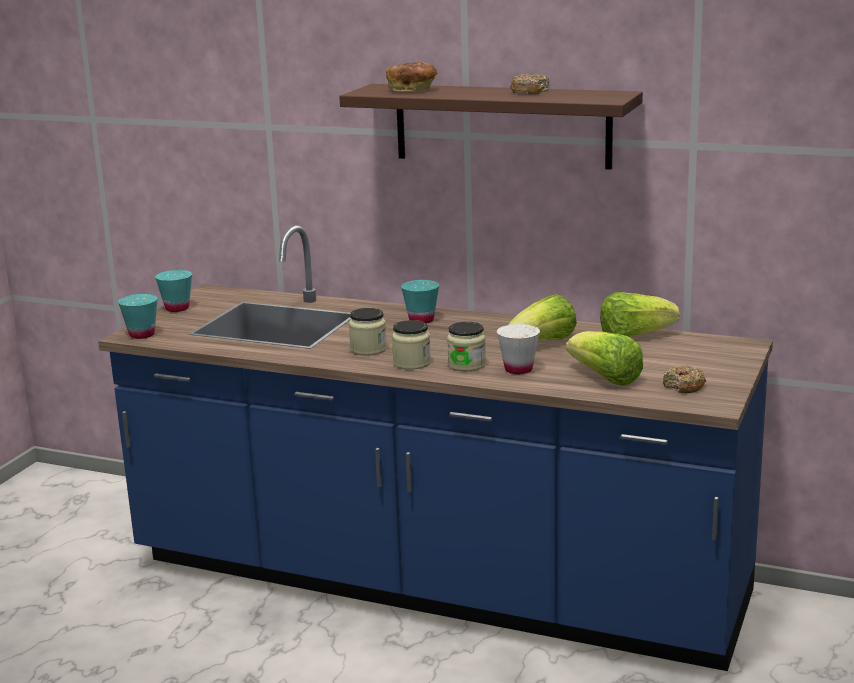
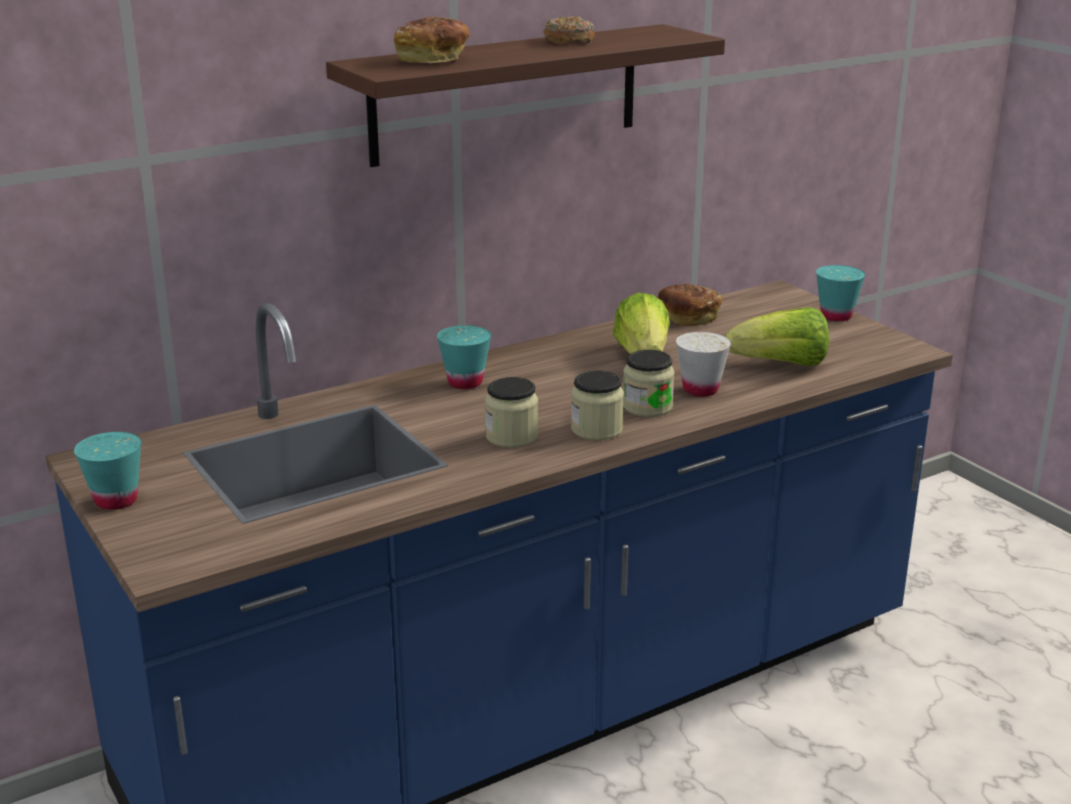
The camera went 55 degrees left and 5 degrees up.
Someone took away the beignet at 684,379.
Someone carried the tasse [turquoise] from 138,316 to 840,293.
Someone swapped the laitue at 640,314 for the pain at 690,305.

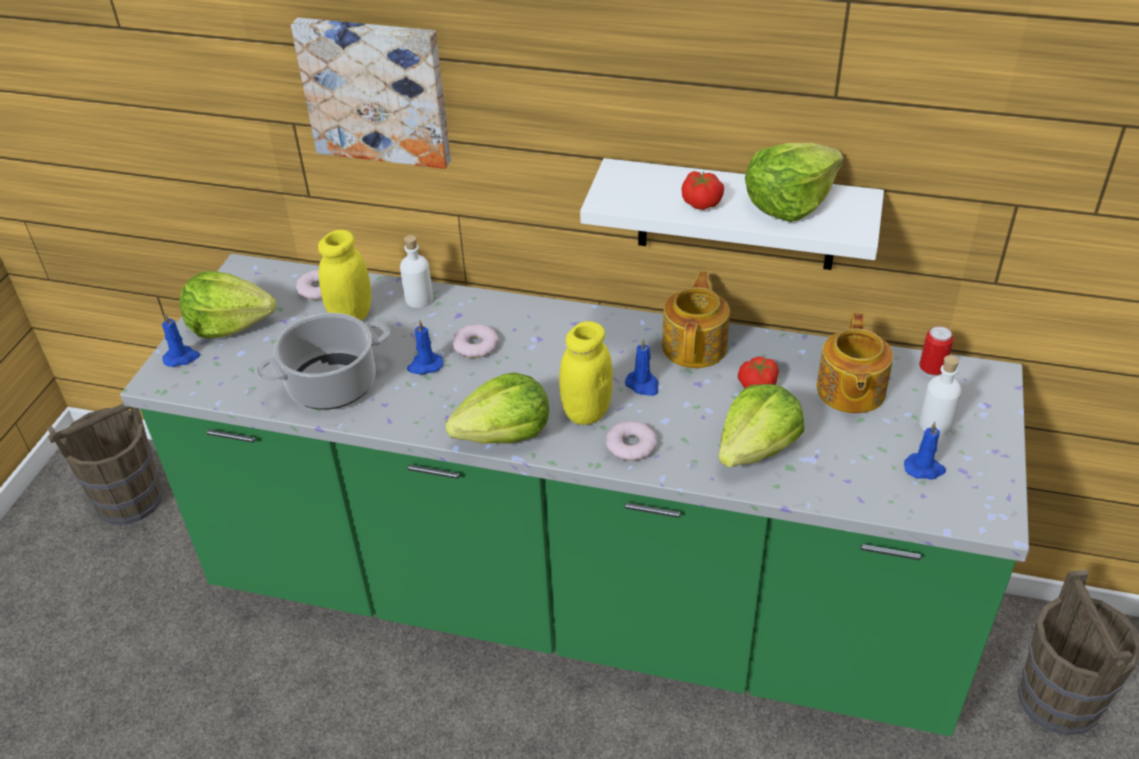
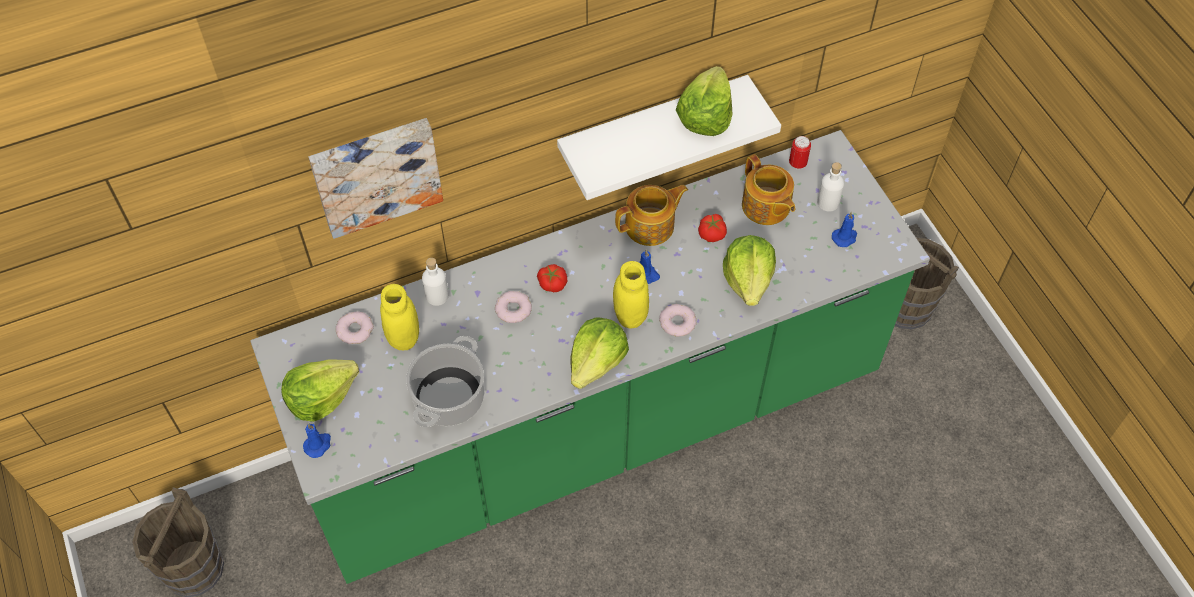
The camera went 40 degrees left and 15 degrees up.
Someone took away the bougie [bleu] at 425,346.
Someone carried the tomate from 703,190 to 552,278.
Someone rotated the théière at 696,319 by 90 degrees clockwise.

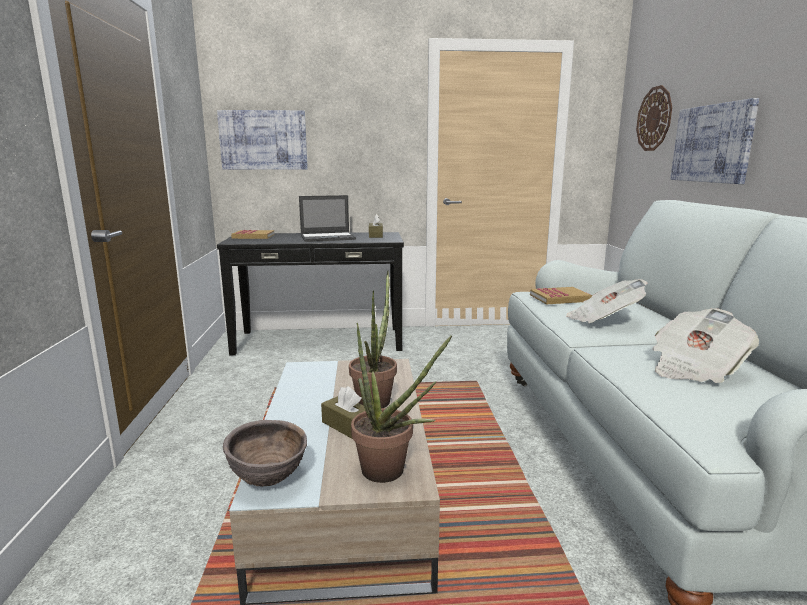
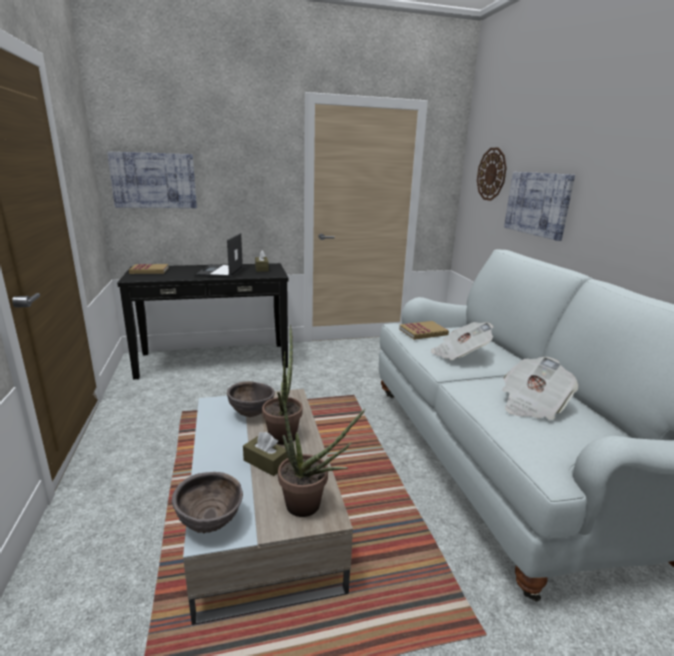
The camera went 10 degrees left and 5 degrees up.
Someone put down the bol [marron] at 251,399.
Someone rotated the ordinateur portable at 327,218 by 120 degrees clockwise.

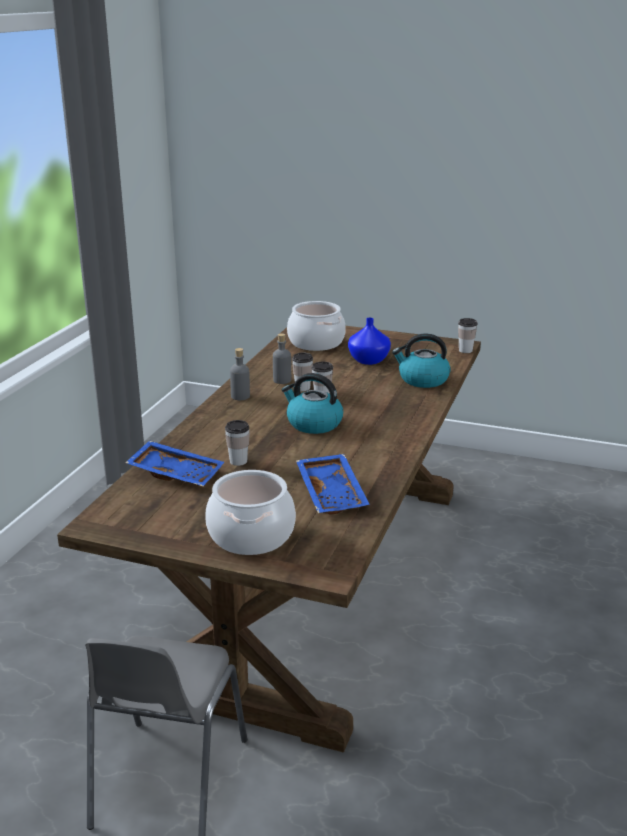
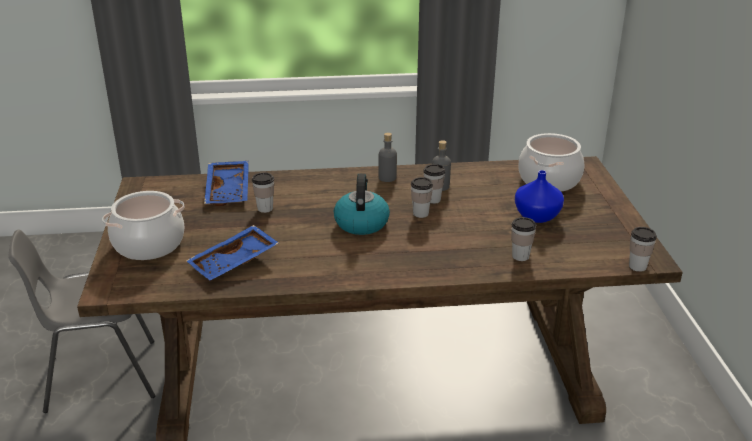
The camera went 65 degrees right and 5 degrees up.
Someone swapped the bouilloire at 421,360 for the tasse at 524,239.

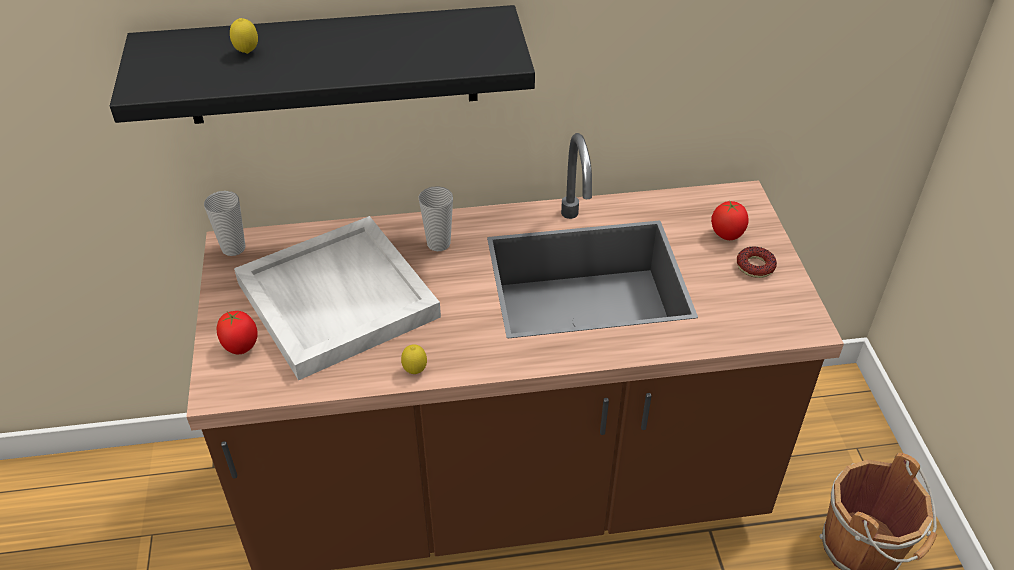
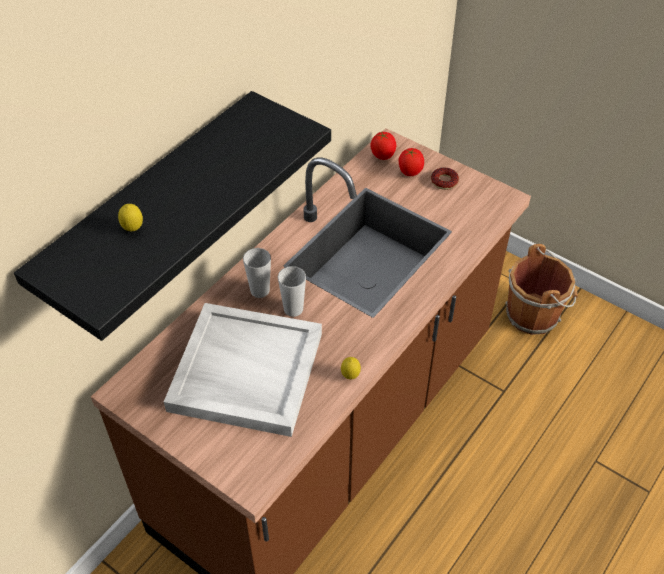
The camera went 45 degrees left and 5 degrees up.
Someone carried the tasse from 224,223 to 292,291.
Someone carried the tomate from 237,332 to 383,145.

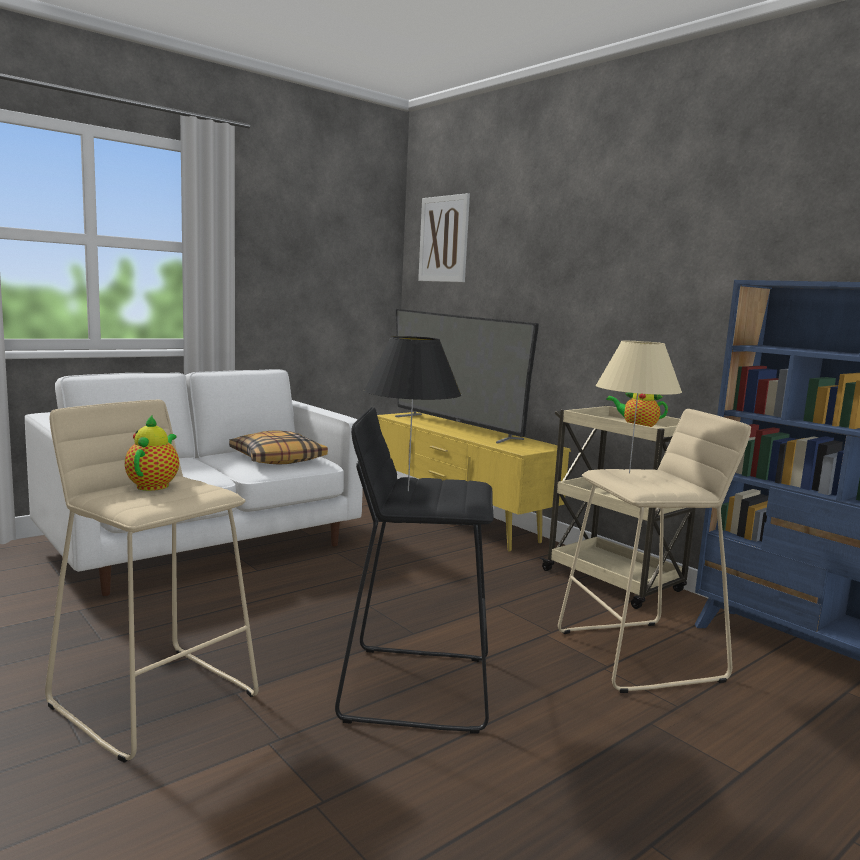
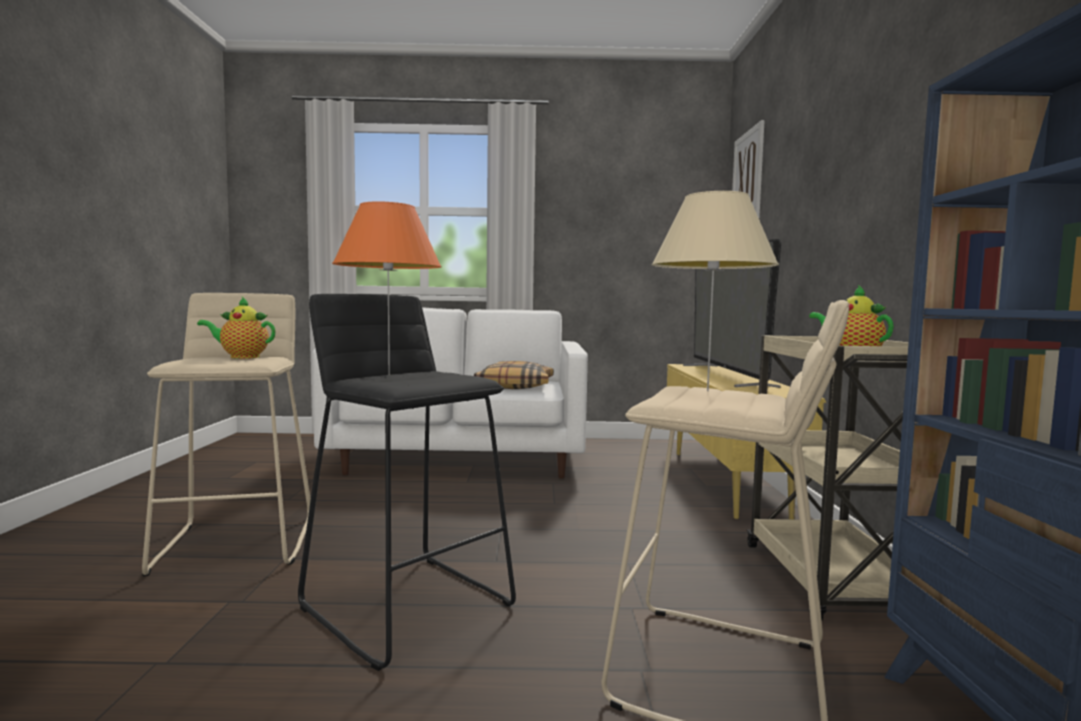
The camera went 40 degrees right and 5 degrees down.
Someone repainted the lampe de table [noir] at 412,413, which became the lampe de table [orange] at 387,288.
Someone rotated the théière at 152,453 by 135 degrees counterclockwise.

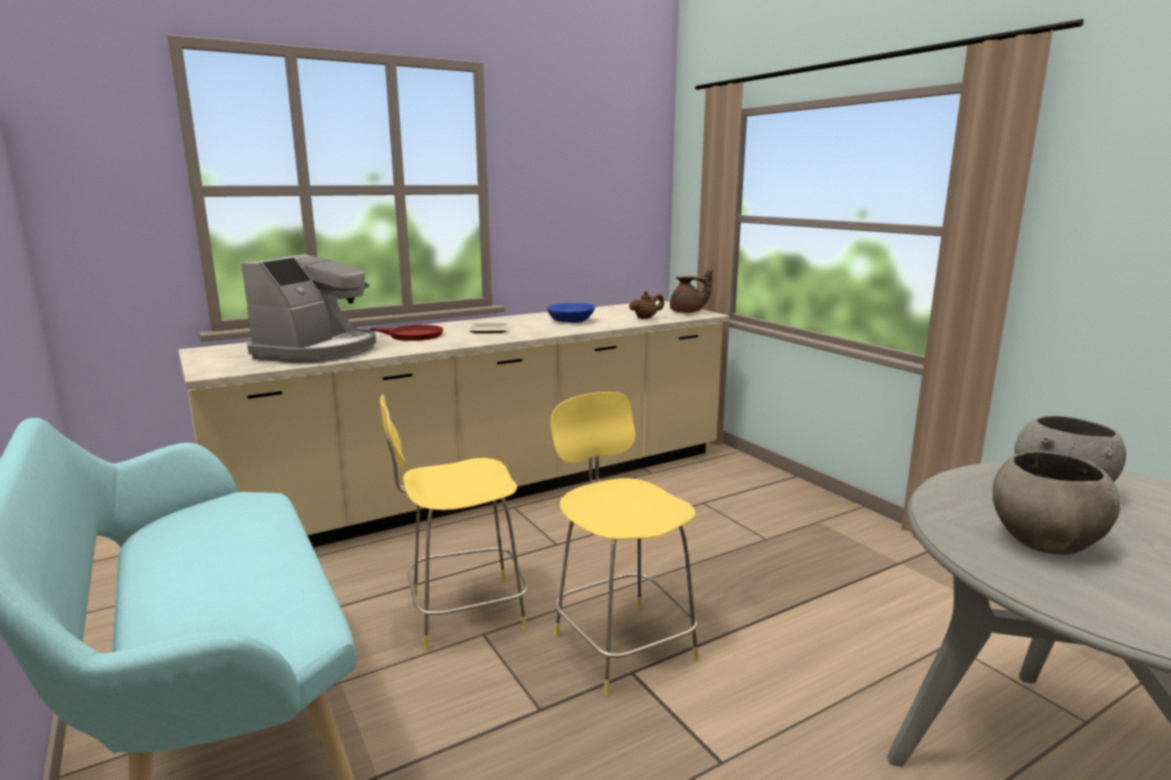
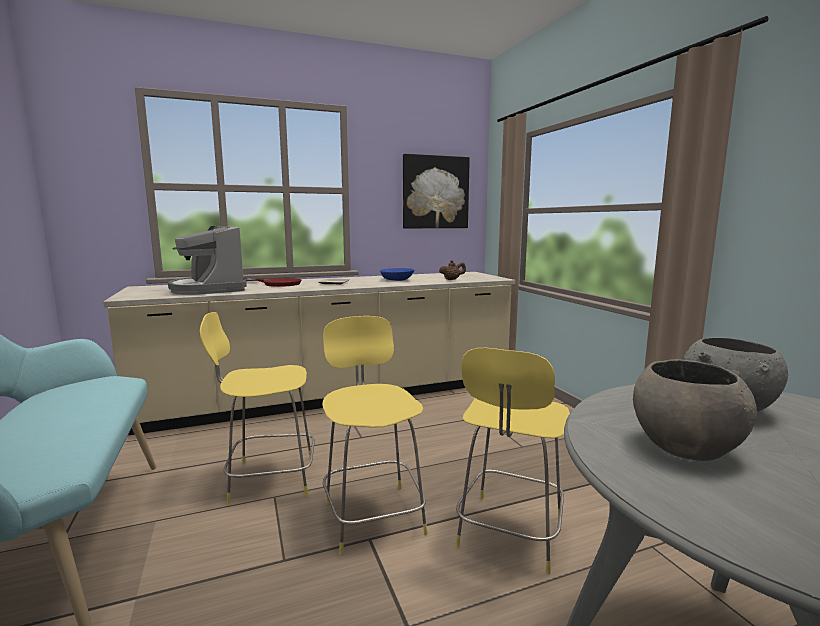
The camera went 10 degrees right and 5 degrees down.
Someone took away the théière [marron] at 691,291.
Someone put up the tableau at 436,191.
Someone put down the tabouret [jaune] at 513,461.
Someone rotated the machine à café at 308,308 by 120 degrees clockwise.

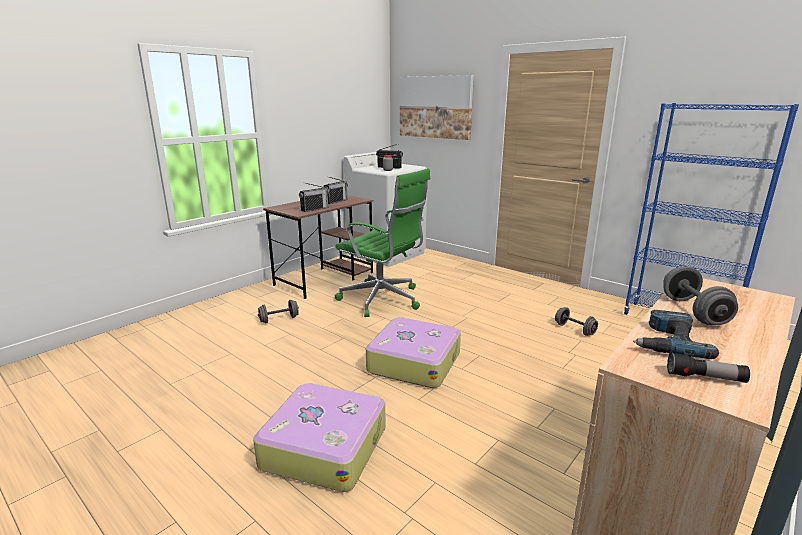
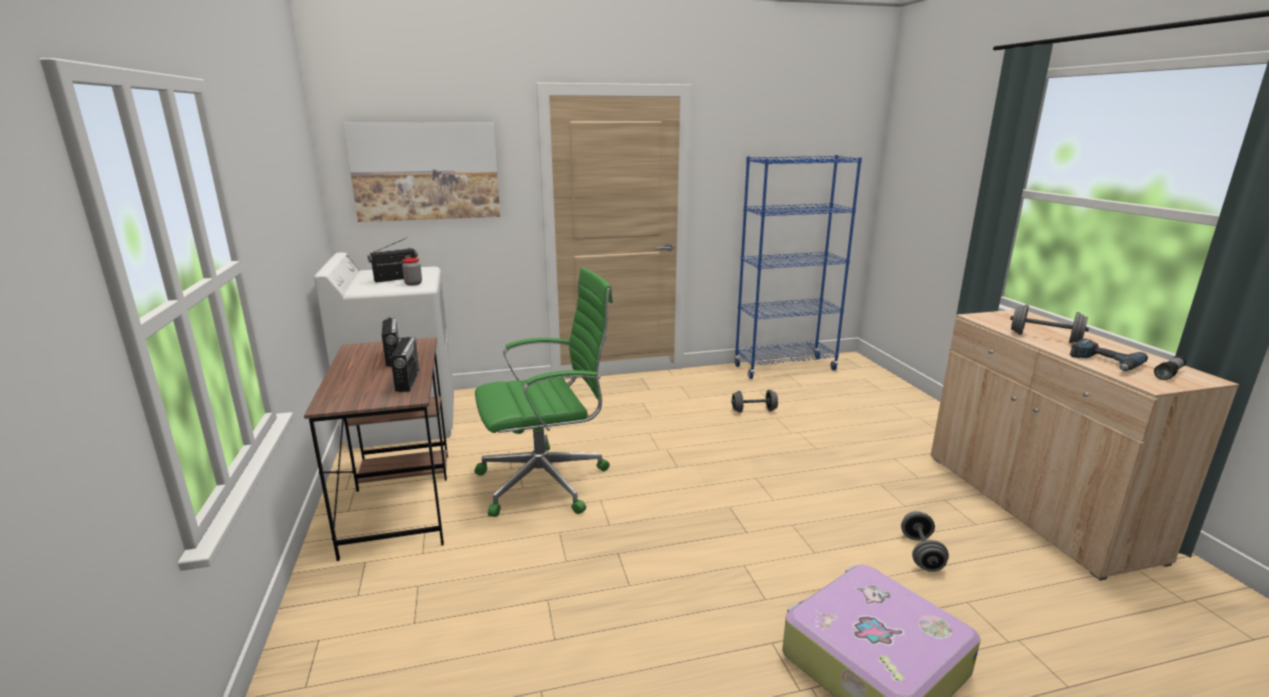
The camera went 55 degrees left and 0 degrees up.
Someone took away the valise at 413,352.
Someone carried the haltère [gris] from 278,311 to 925,541.

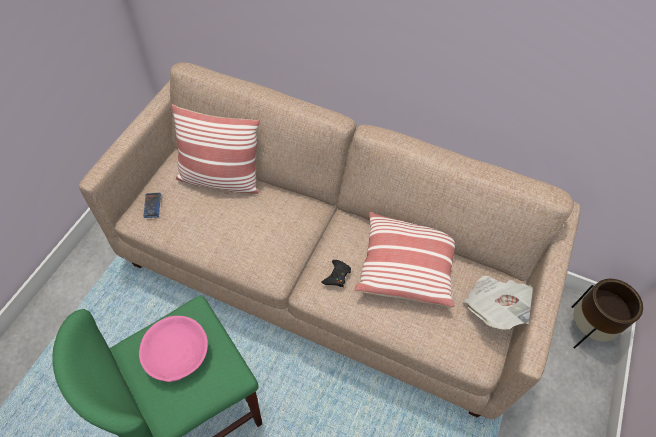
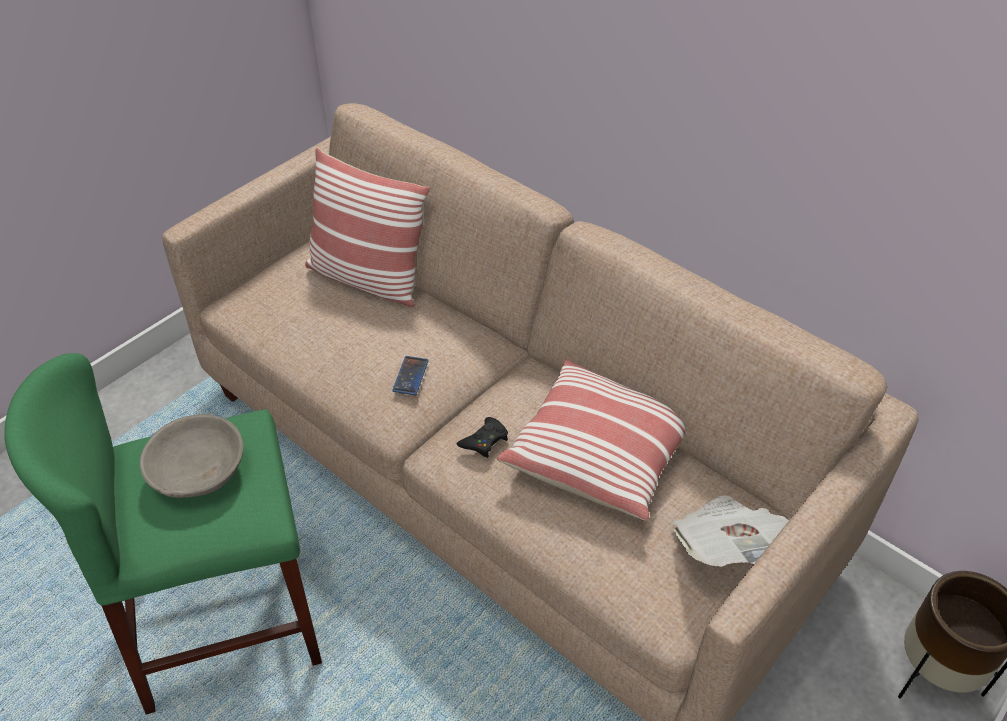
The camera went 20 degrees right and 10 degrees down.
Someone carried the téléphone from 152,205 to 410,375.
Someone repainted the bol [rose] at 173,349, which became the bol [gris] at 191,456.

